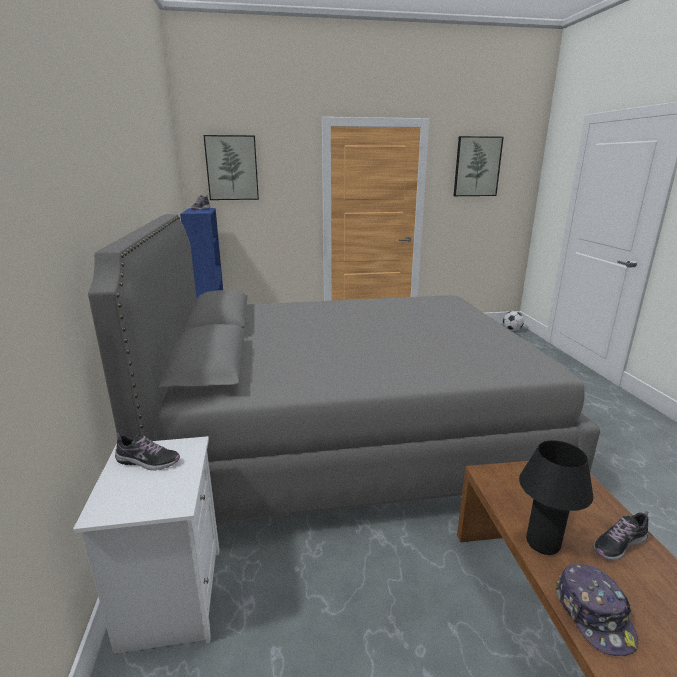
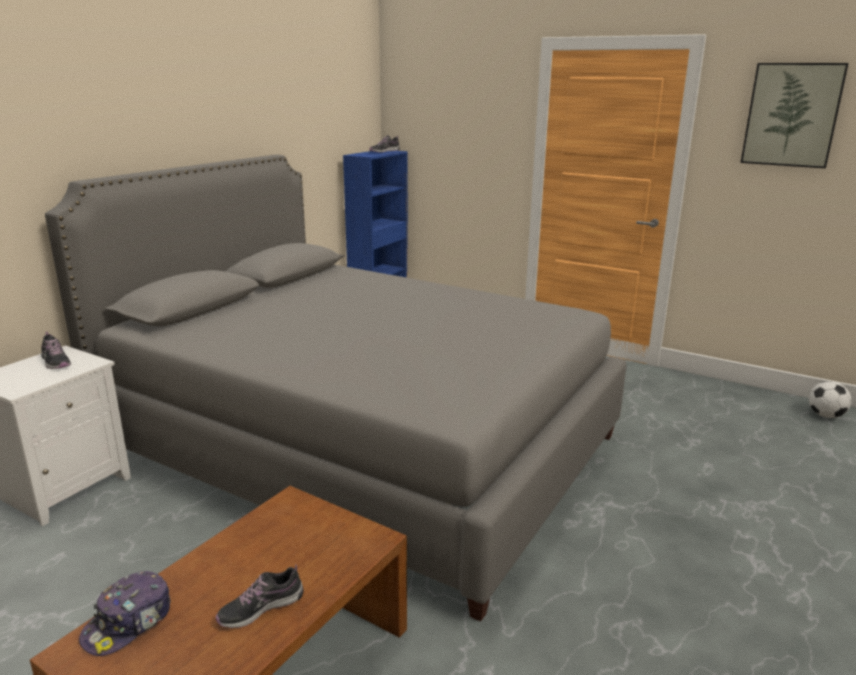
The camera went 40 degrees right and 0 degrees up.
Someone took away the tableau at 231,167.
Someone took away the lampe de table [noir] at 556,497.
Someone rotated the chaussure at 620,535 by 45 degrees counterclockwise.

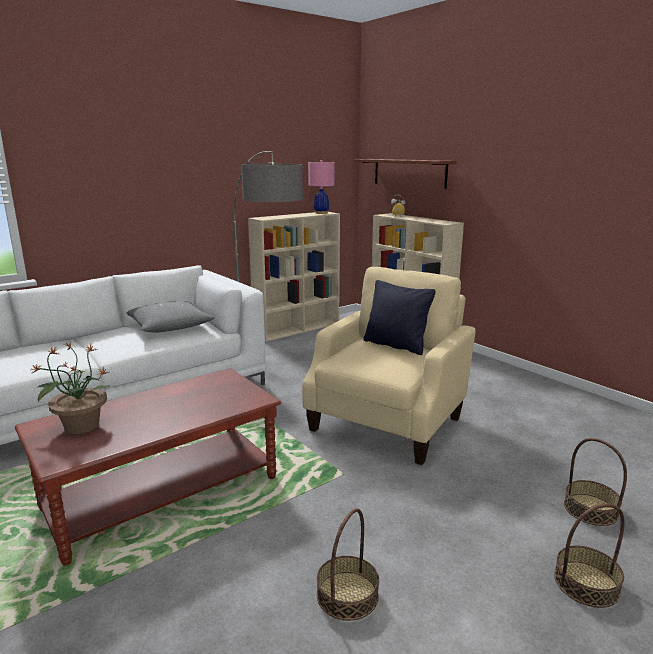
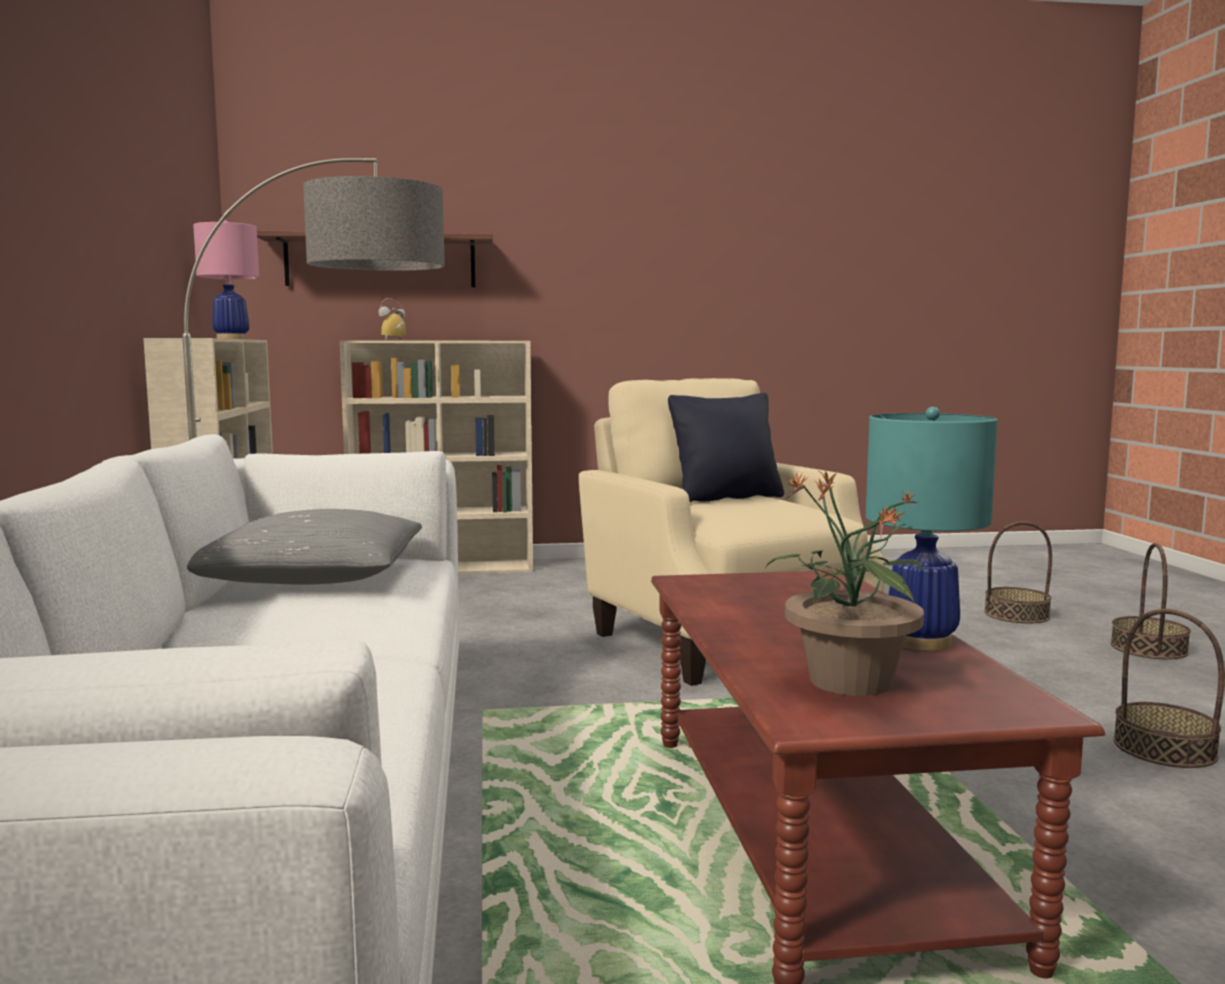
The camera went 60 degrees left and 10 degrees down.
Someone put down the lampe de table [turquoise] at 932,529.

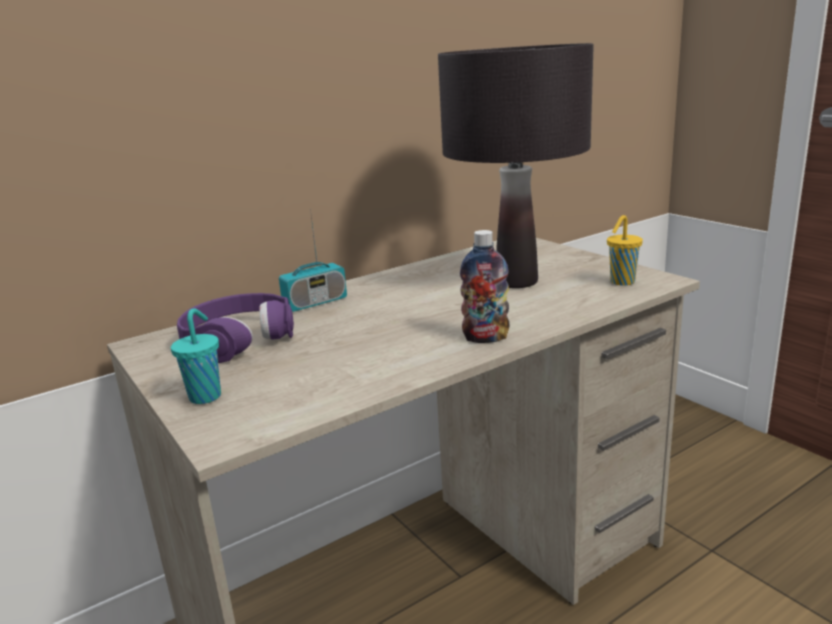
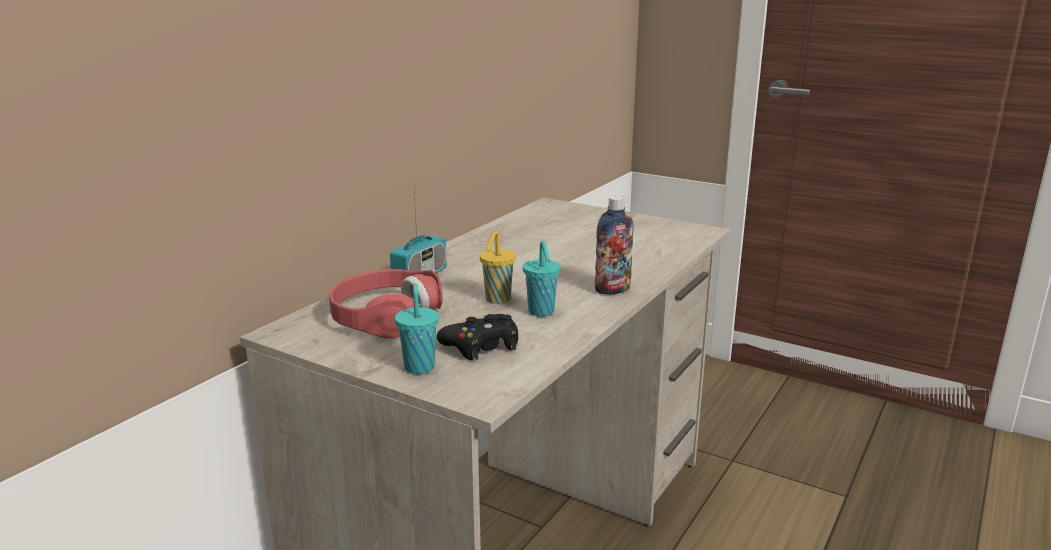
The camera went 25 degrees left and 0 degrees up.
Someone took away the lampe de table [noir] at 516,165.
Someone put down the manette [noir] at 477,337.
Someone put down the tasse [turquoise] at 541,278.
Someone carried the tasse [jaune] from 625,250 to 497,267.
Someone repainted the casque audio [violet] at 235,328, which became the casque audio [rouge] at 386,304.

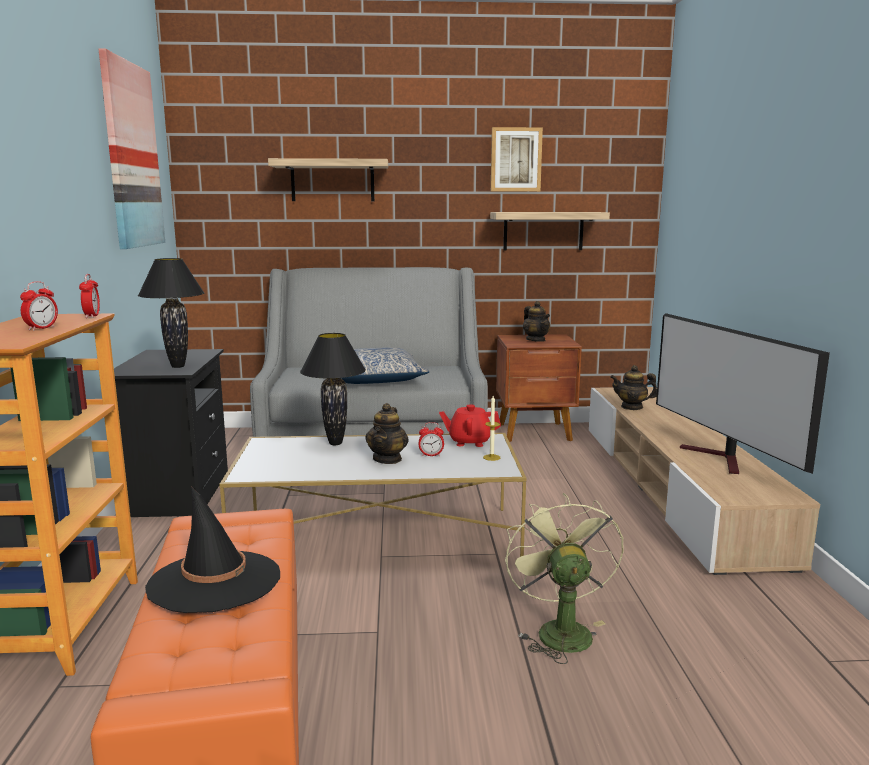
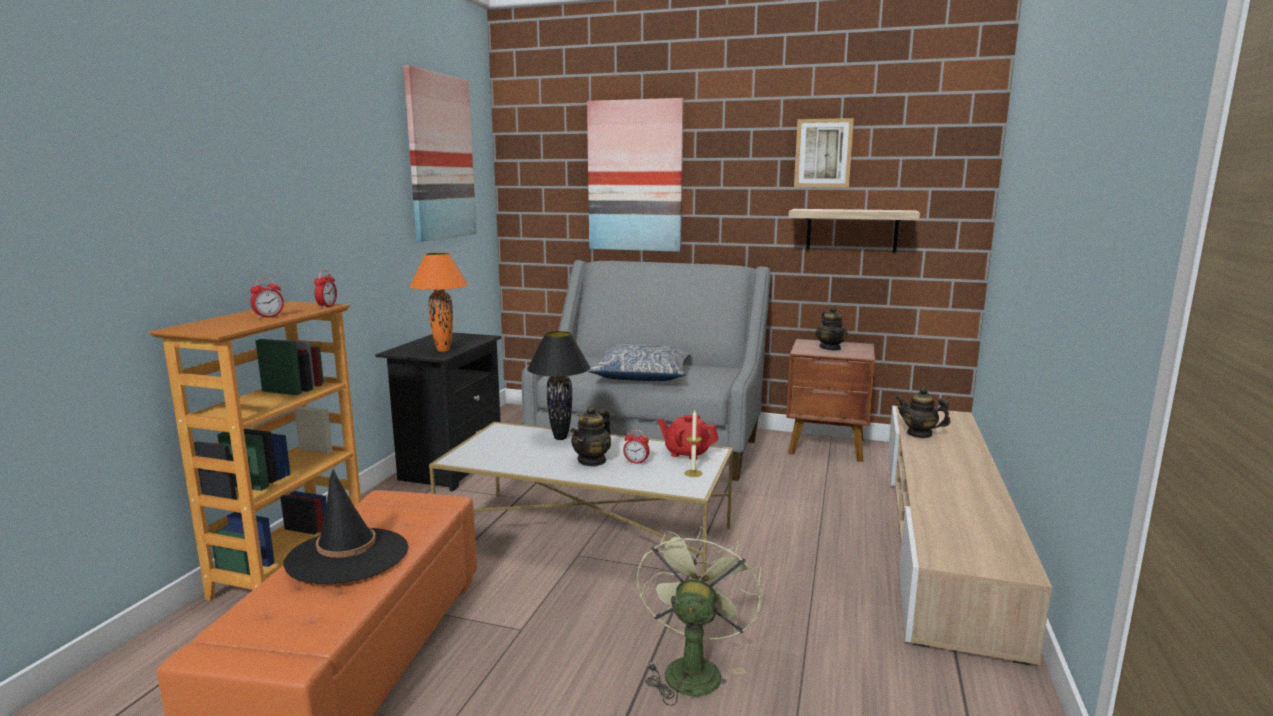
The camera went 20 degrees right and 0 degrees up.
Someone took away the téléviseur at 743,393.
Someone swapped the étagère at 328,179 for the tableau at 635,175.
Someone repainted the lampe de table [noir] at 171,313, which became the lampe de table [orange] at 438,302.

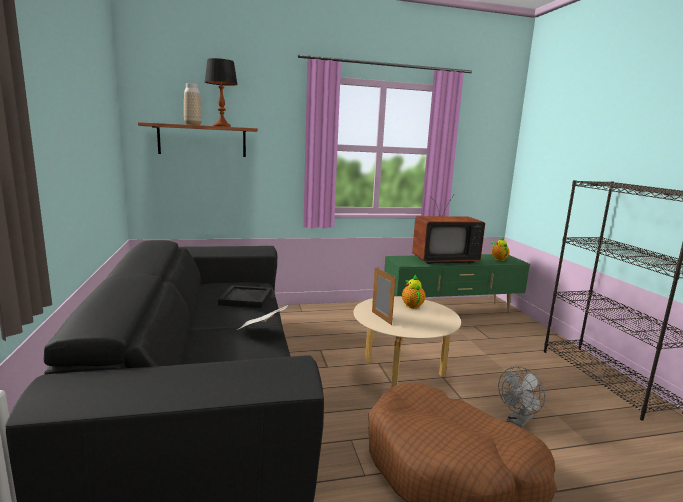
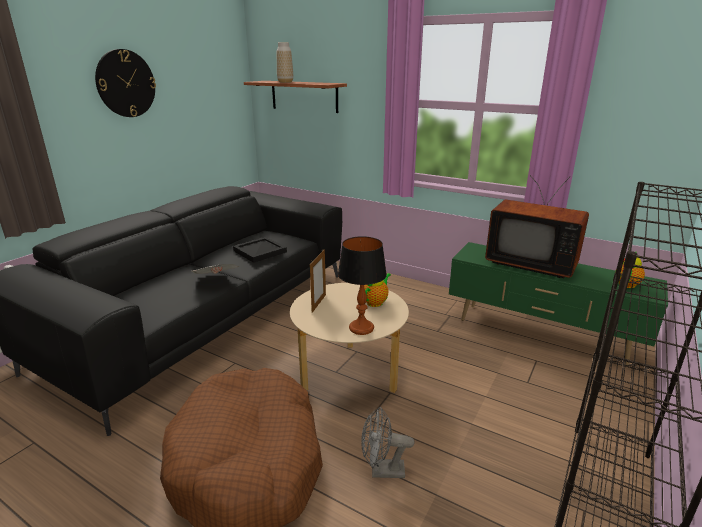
The camera went 45 degrees right and 10 degrees up.
Someone put up the horloge murale at 125,83.
Someone carried the lampe de table from 221,92 to 362,285.

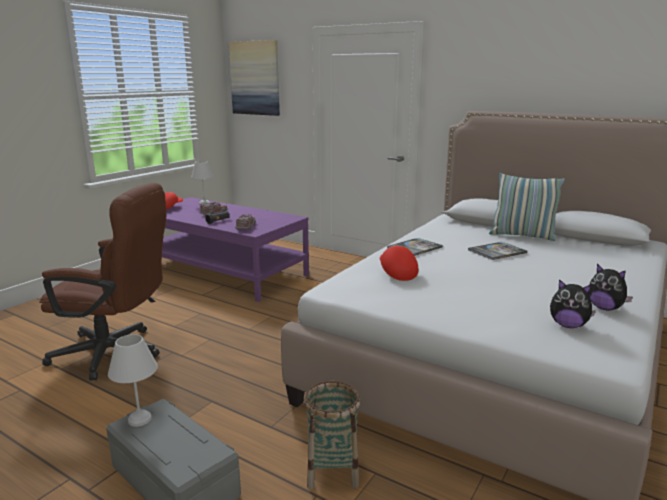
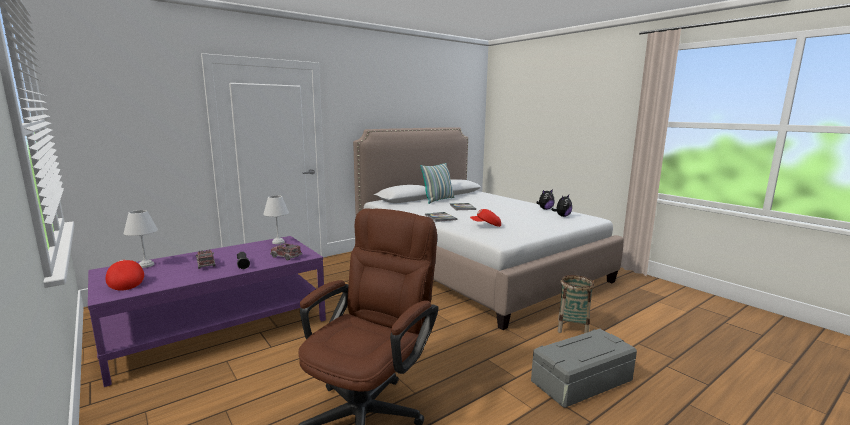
The camera went 70 degrees left and 5 degrees down.
Someone took away the tableau at 254,78.
Someone carried the lampe de table [blanc] from 133,380 to 276,219.

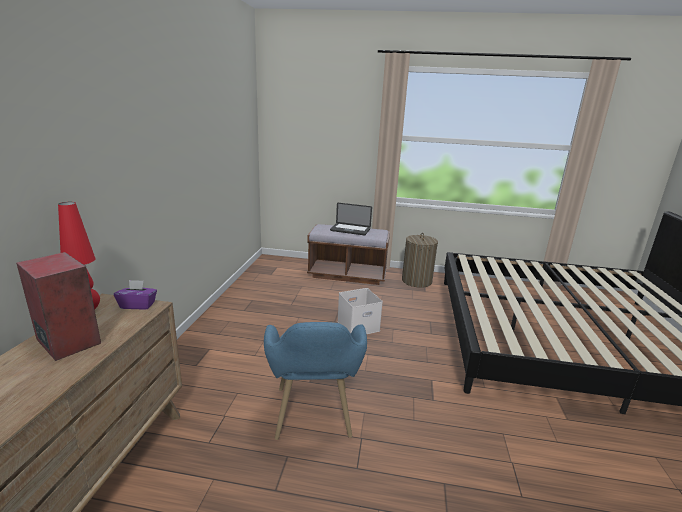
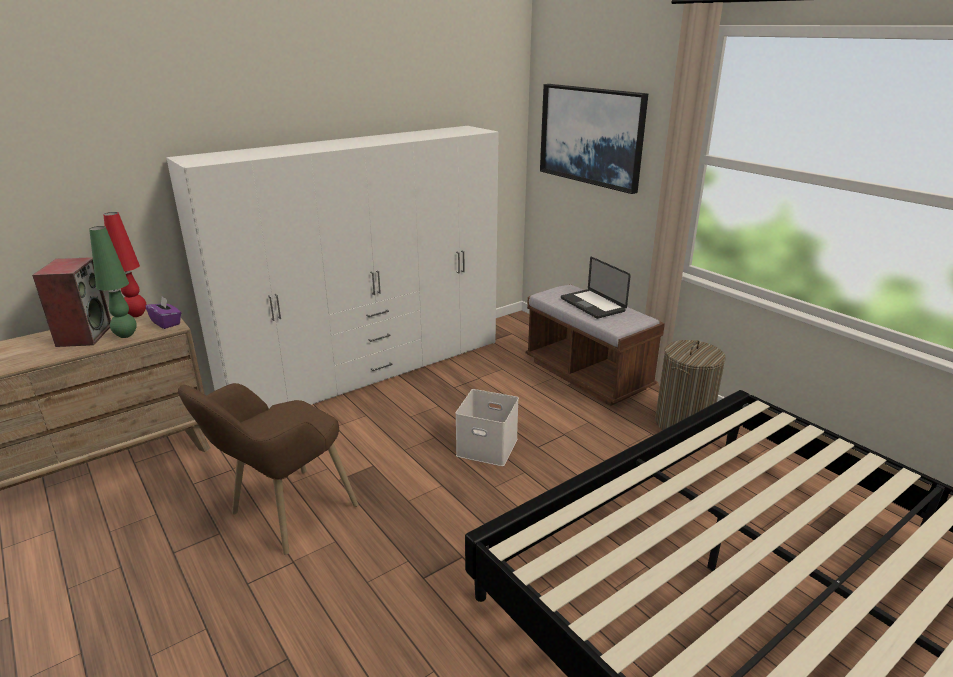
The camera went 45 degrees right and 5 degrees up.
Someone put down the lampe de table [vert] at 113,282.
Someone put down the armoire [blanc] at 332,267.
Someone put up the tableau at 594,139.
Someone repainted the fauteuil [bleu] at 315,381, which became the fauteuil [marron] at 268,469.

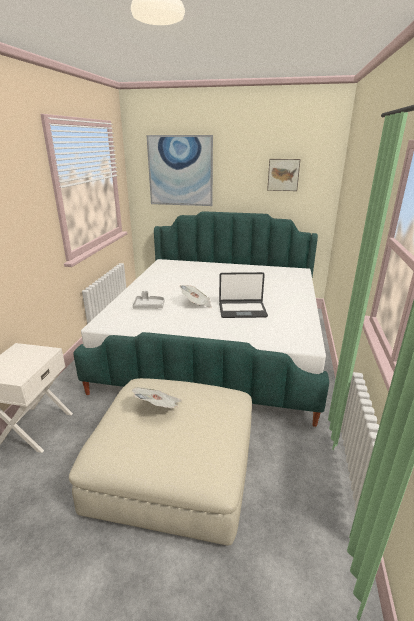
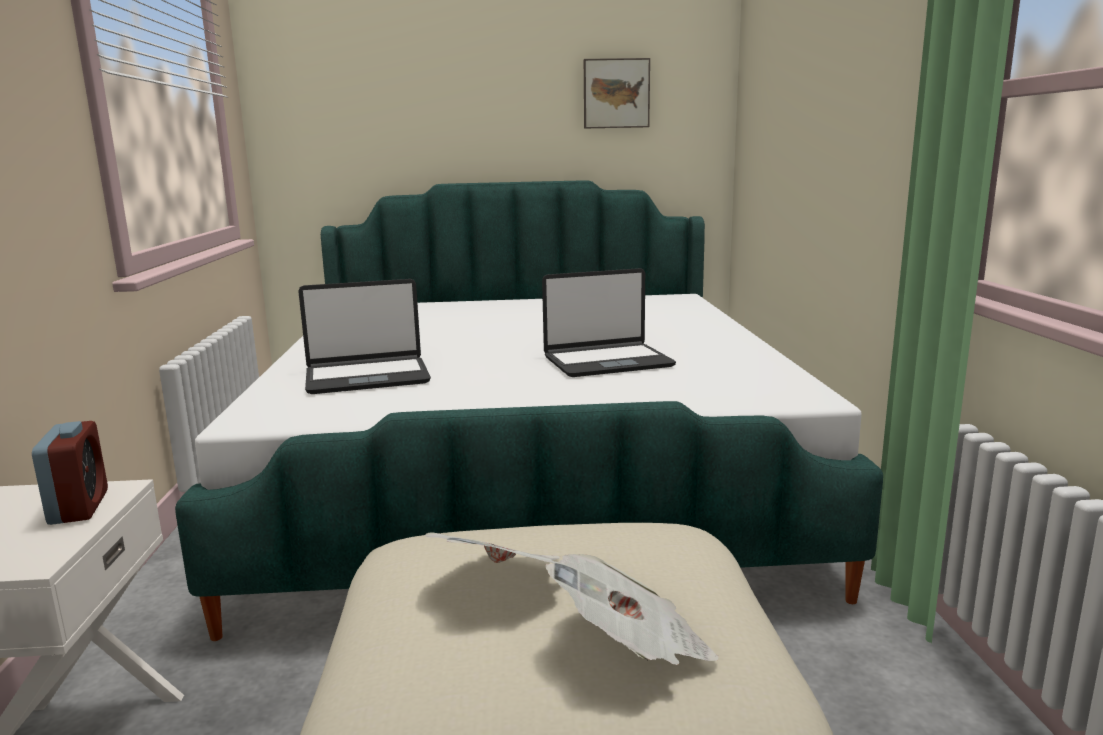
The camera went 15 degrees left and 10 degrees down.
Someone took away the tableau at 179,170.
Someone put down the réveil at 70,473.
Someone carried the journal from 195,296 to 632,609.
Someone swapped the plateau [gris] at 149,300 for the ordinateur portable at 364,336.

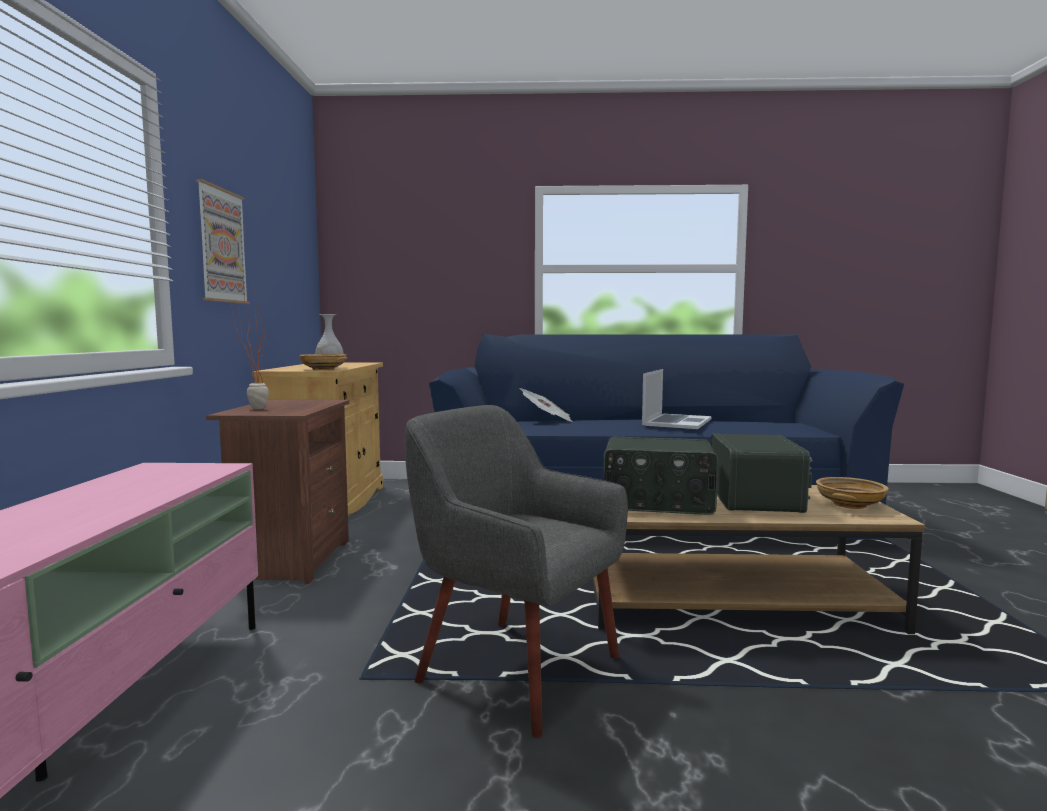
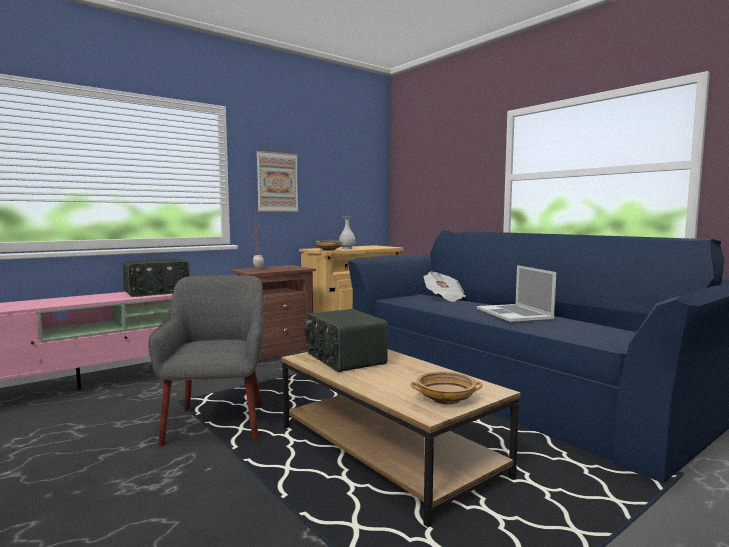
The camera went 50 degrees right and 0 degrees up.
Someone carried the radio from 761,473 to 156,277.
Someone rotated the ordinateur portable at 677,399 by 90 degrees clockwise.

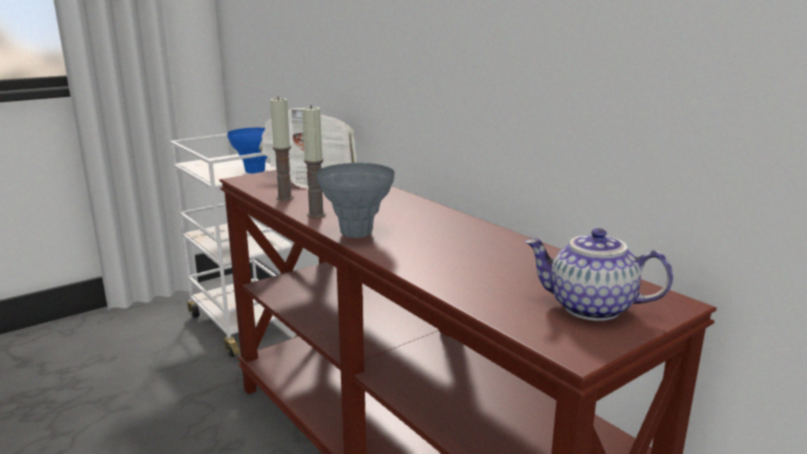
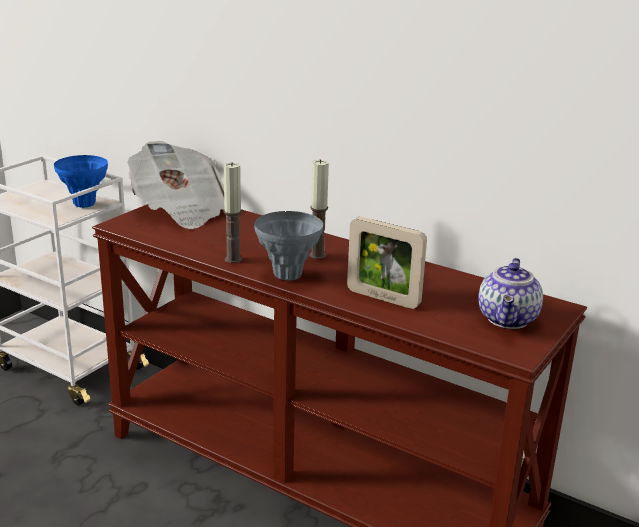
The camera went 20 degrees left and 5 degrees up.
Someone put down the cadre photo at 387,263.
Someone carried the bougie from 282,148 to 319,209.
Someone rotated the théière at 599,274 by 75 degrees counterclockwise.

